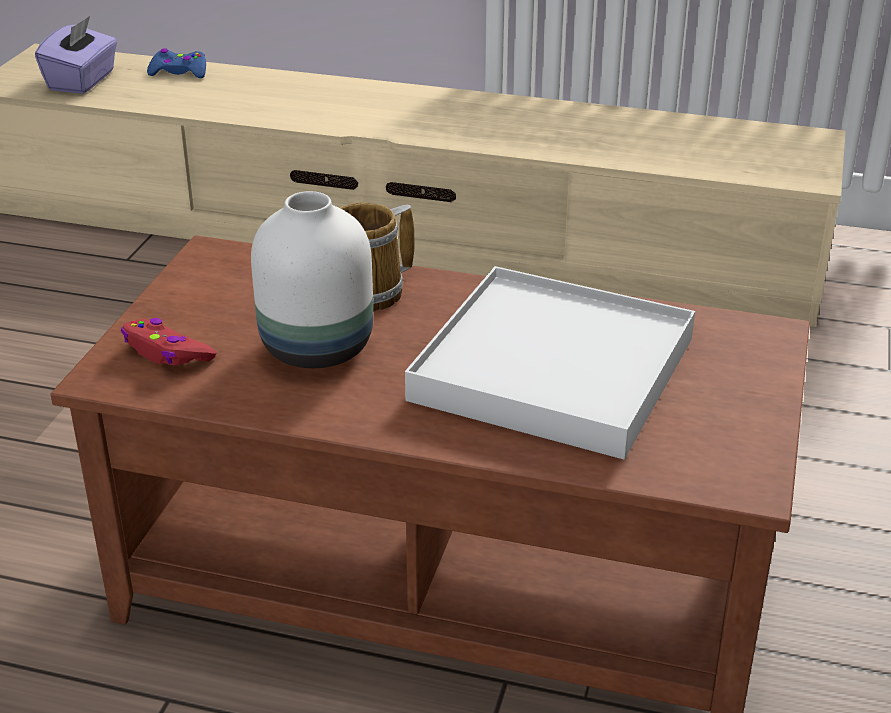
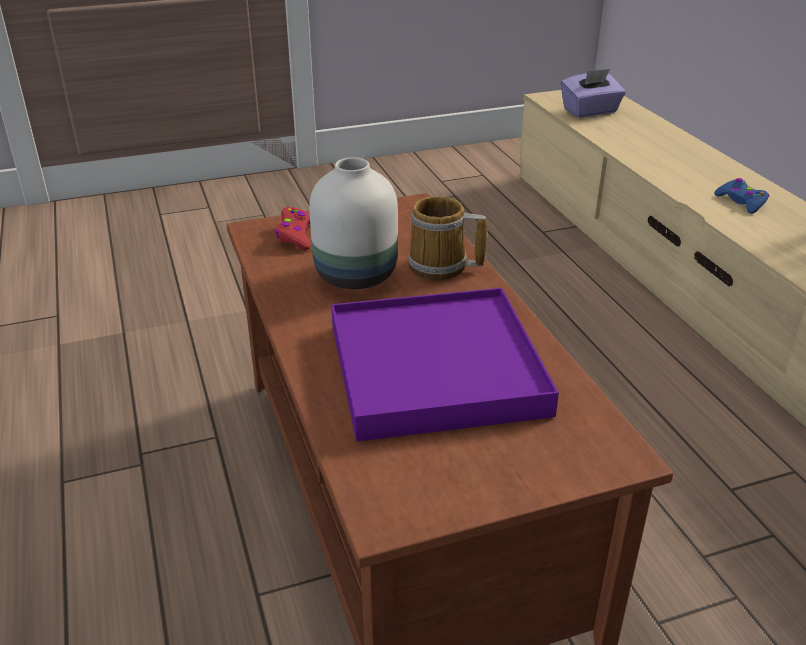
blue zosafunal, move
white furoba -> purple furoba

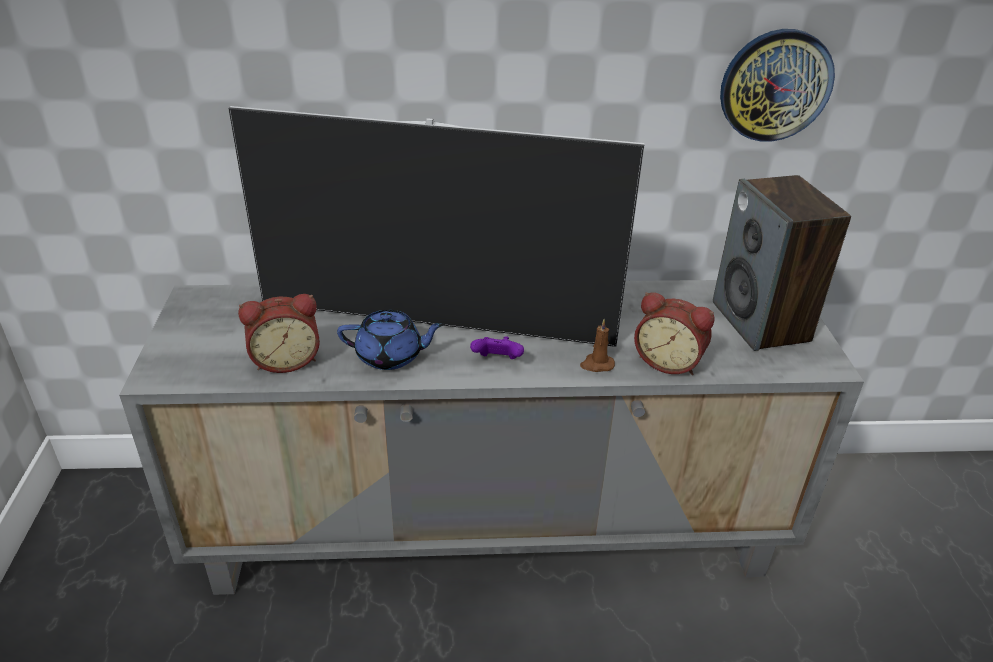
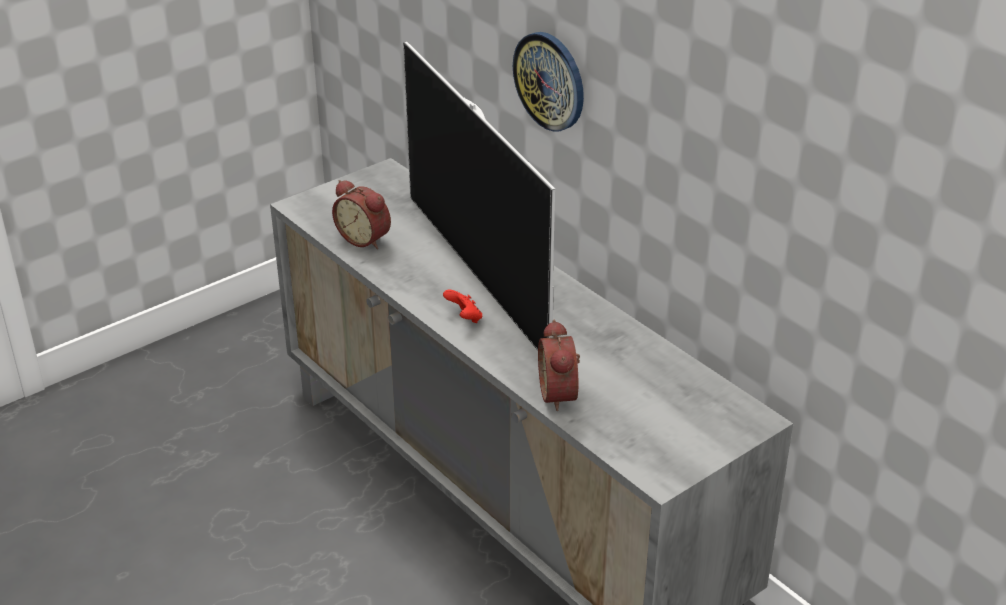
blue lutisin -> none
purple zosafunal -> red zosafunal
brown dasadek -> none
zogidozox -> none
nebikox, move

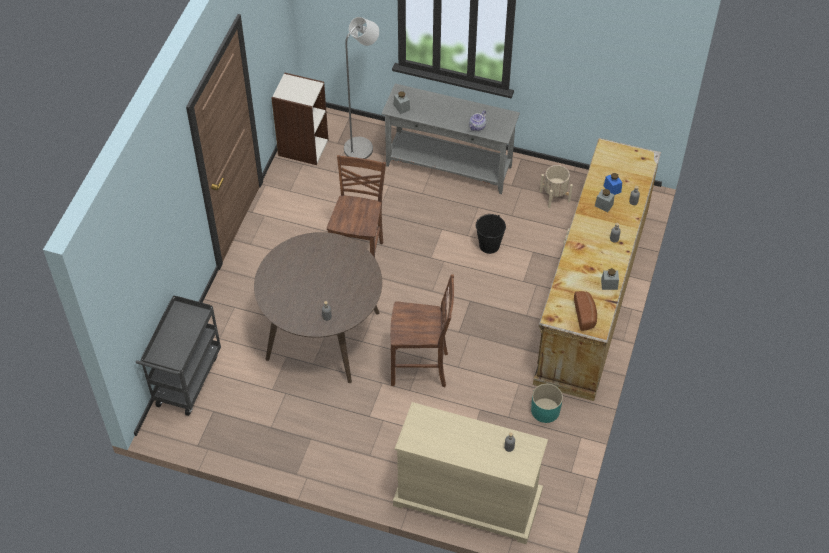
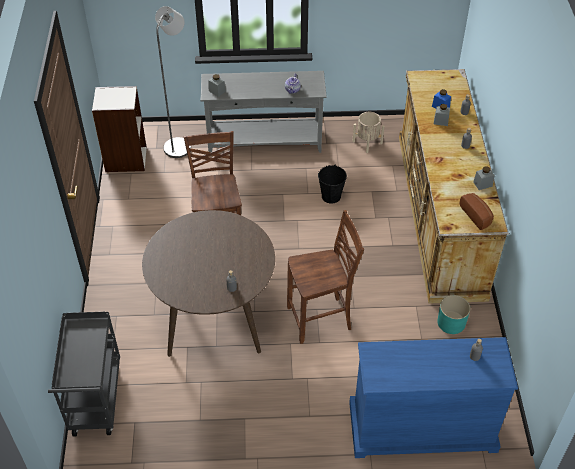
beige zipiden -> blue zipiden

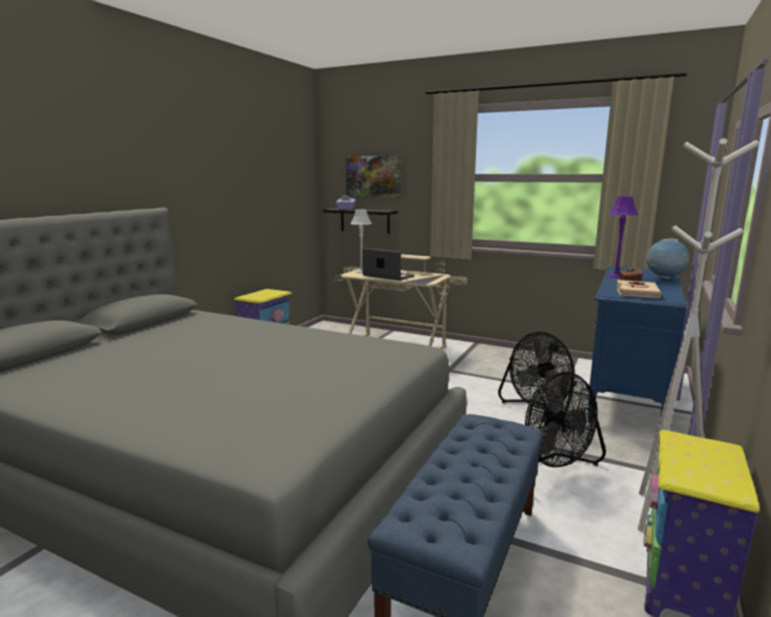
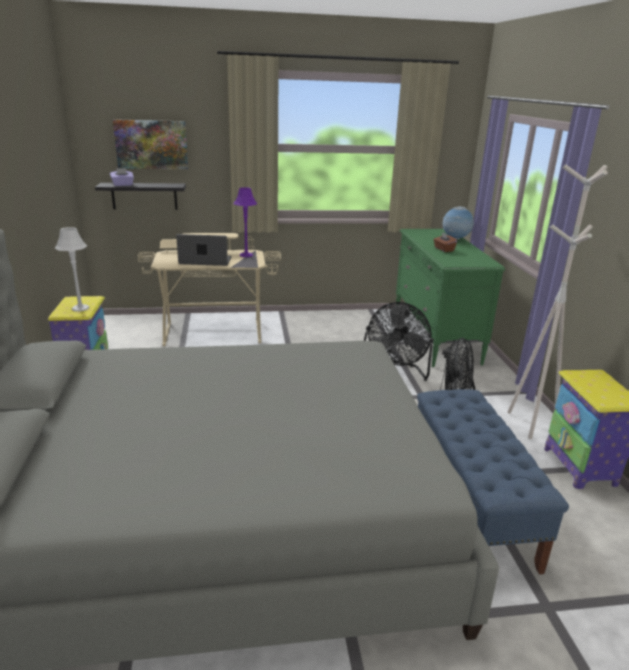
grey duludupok, move
blue zipiden -> green zipiden
purple duludupok, move
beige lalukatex -> none

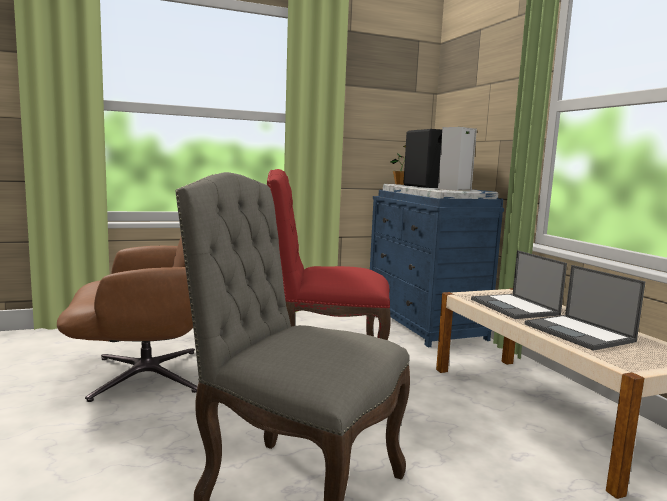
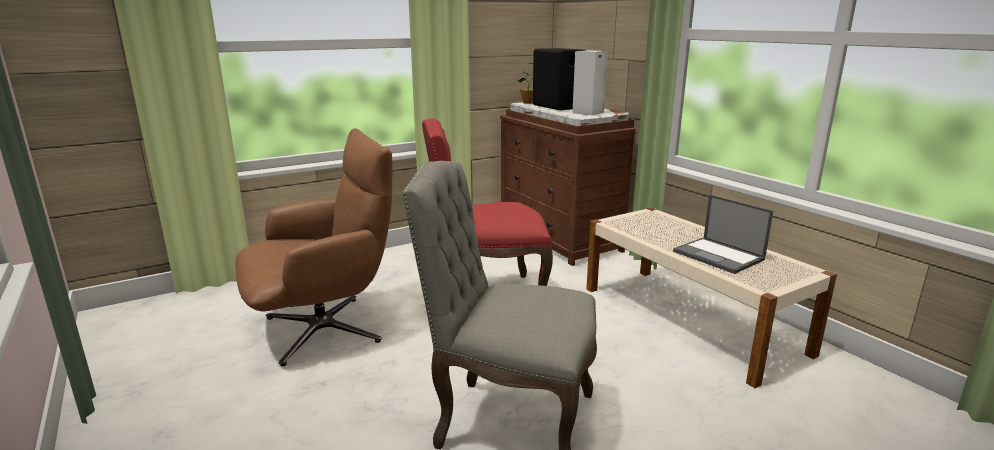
blue zipiden -> brown zipiden
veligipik (1st from left) -> none

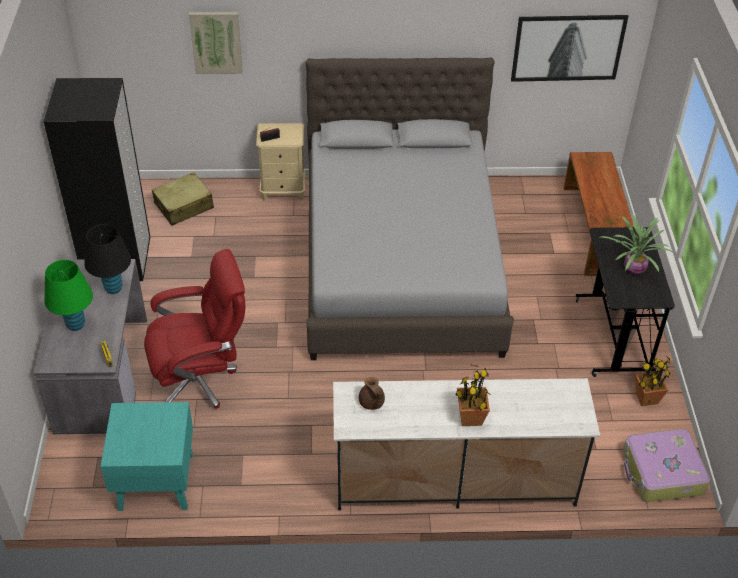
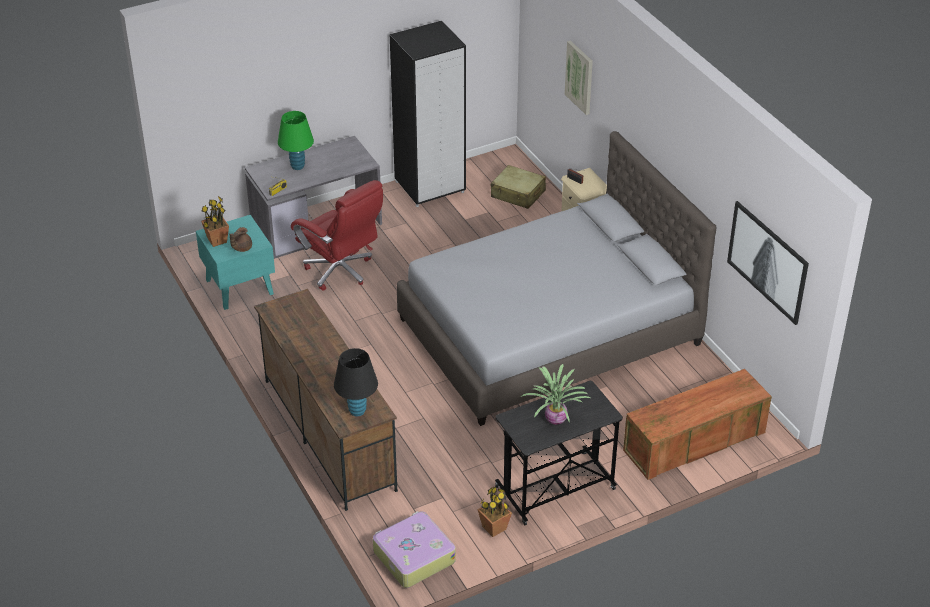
black duludupok, move
white zipiden -> brown zipiden
brown lutisin, move
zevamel (1st from left), move

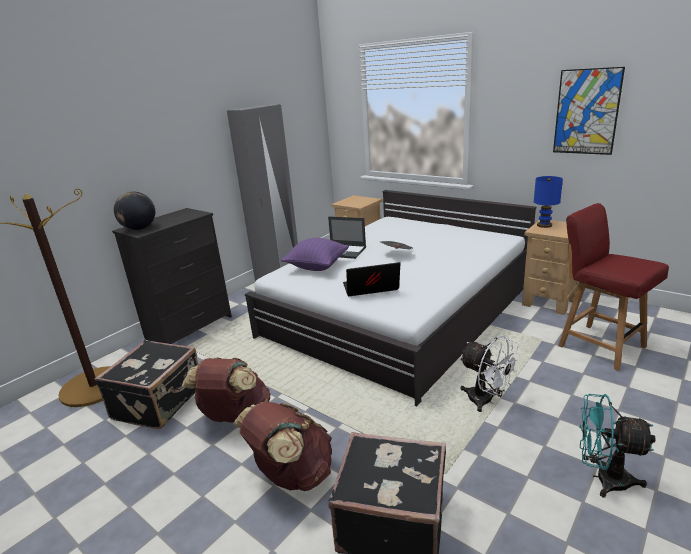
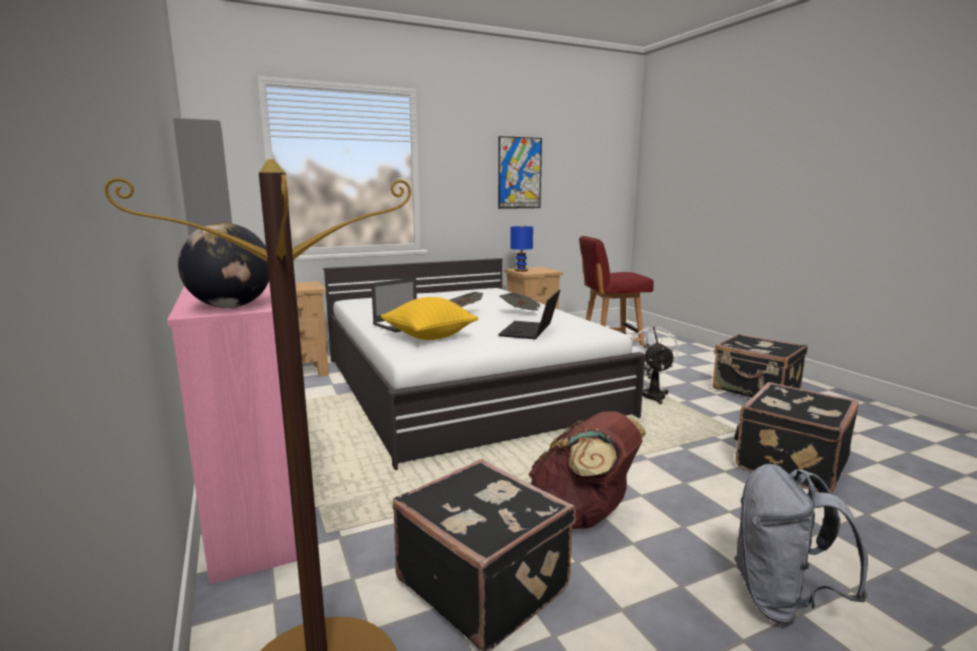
black zipiden -> pink zipiden
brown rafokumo (2nd from left) -> none
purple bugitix -> yellow bugitix
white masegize, 75 degrees counterclockwise
turquoise masegize -> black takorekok (2nd from left)
none -> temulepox (2nd from left)
none -> grey rafokumo

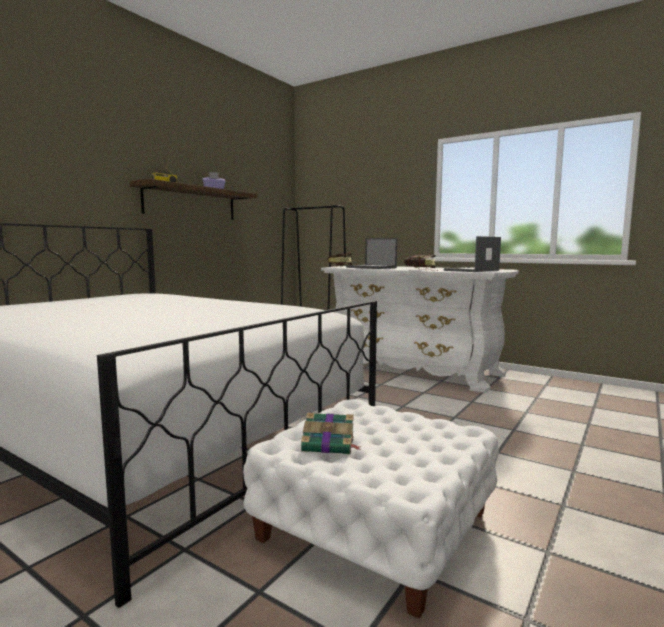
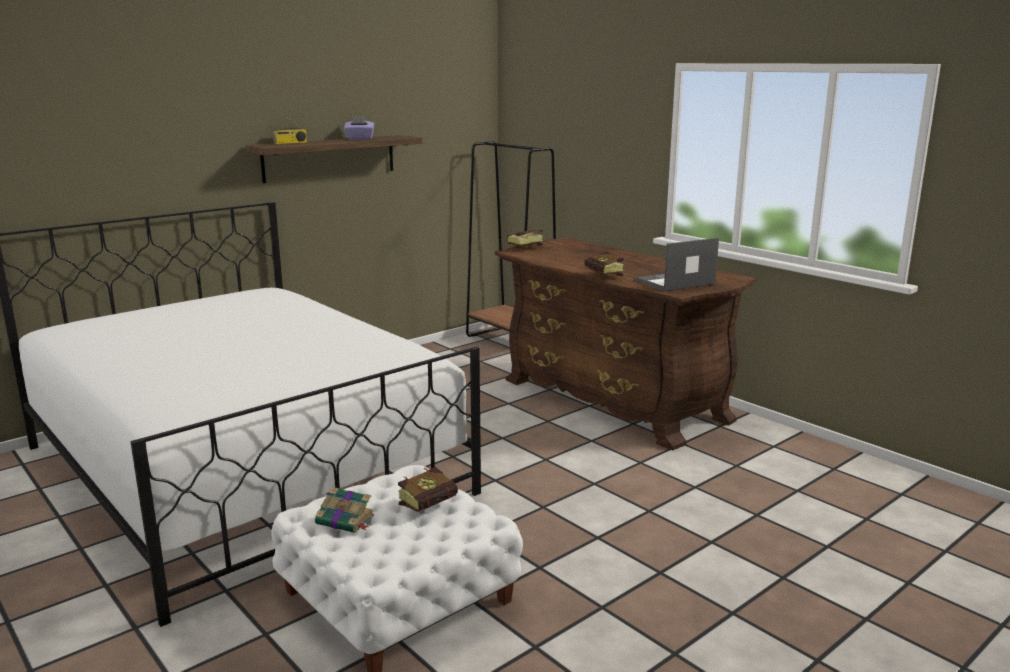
white zipiden -> brown zipiden
veligipik (1st from left) -> none
none -> lalukatex (2nd from left)

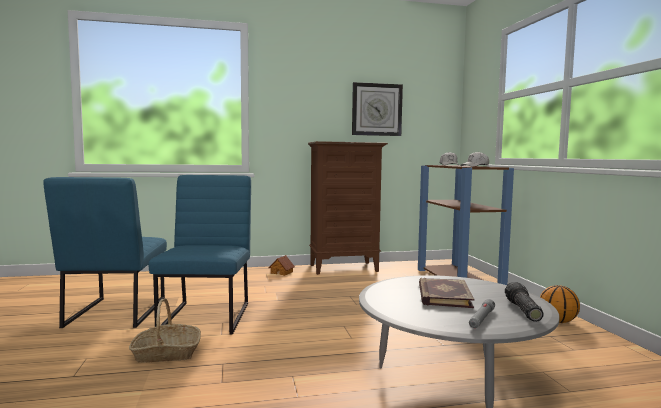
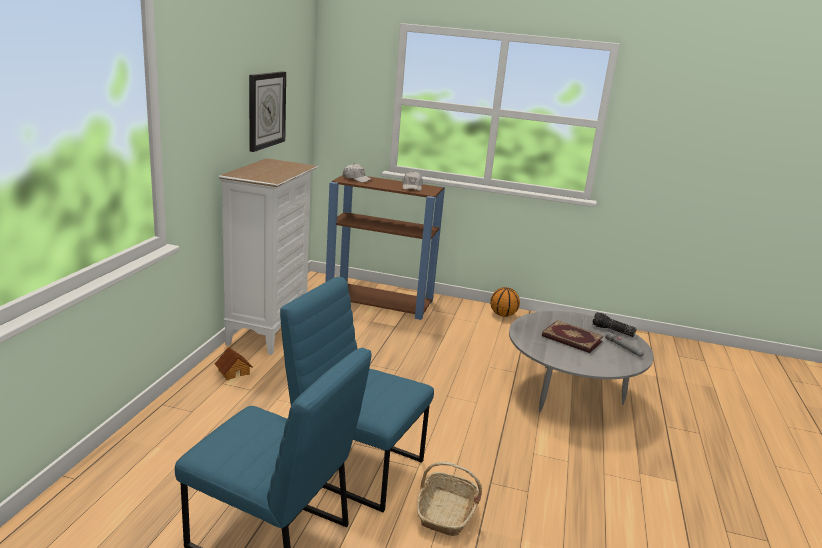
brown zipiden -> white zipiden

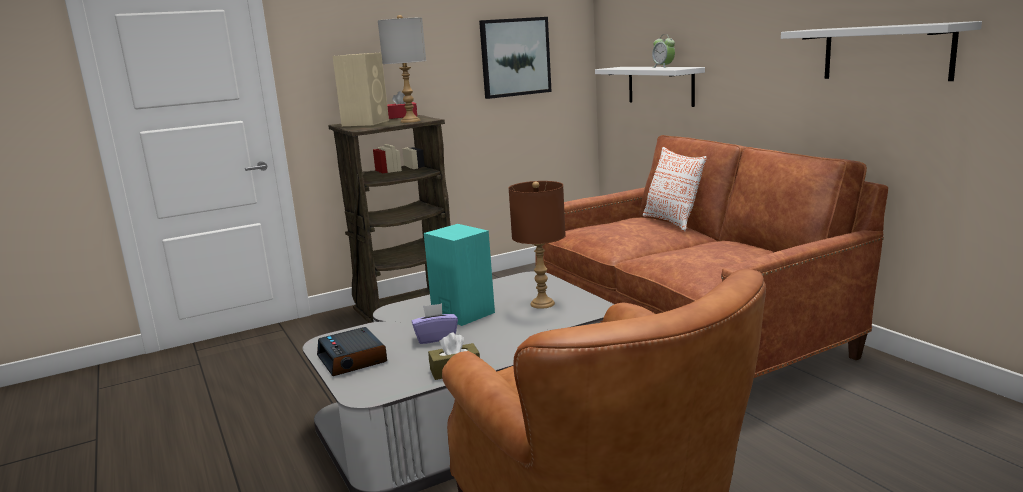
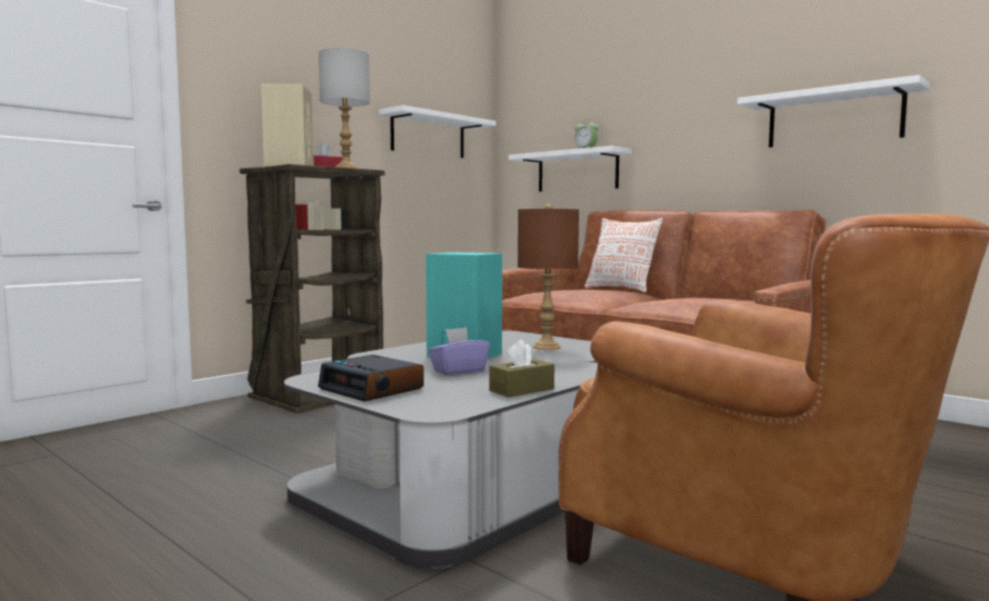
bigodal -> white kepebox (1st from left)

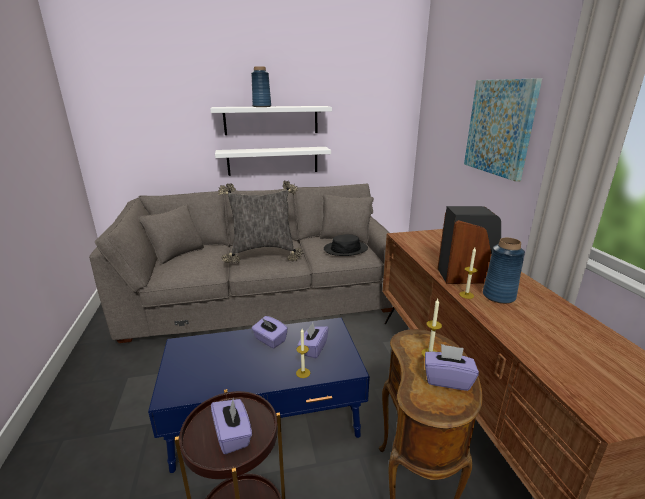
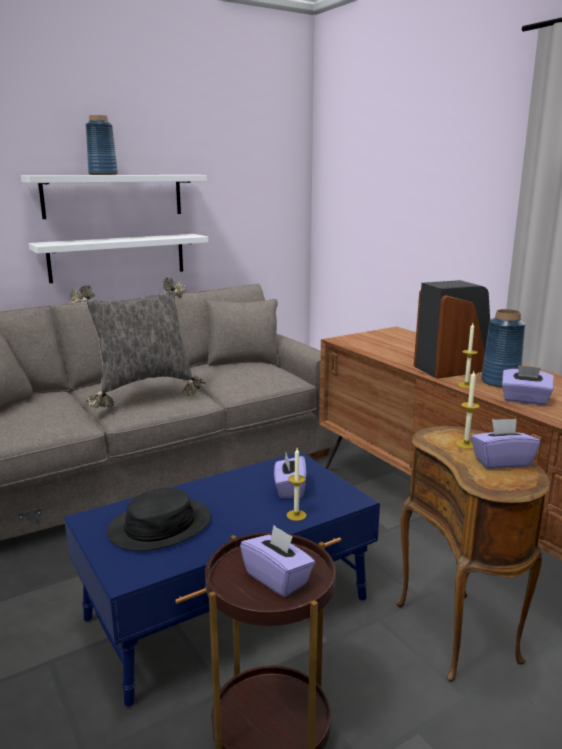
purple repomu (2nd from left in the first image) -> purple repomu (4th from left), move
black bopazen, move
bigodal -> none

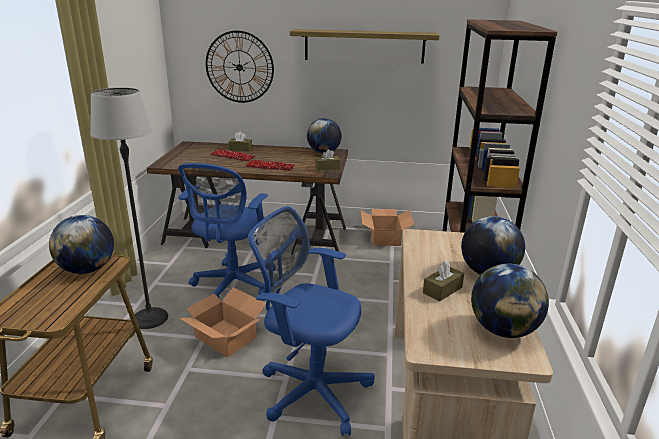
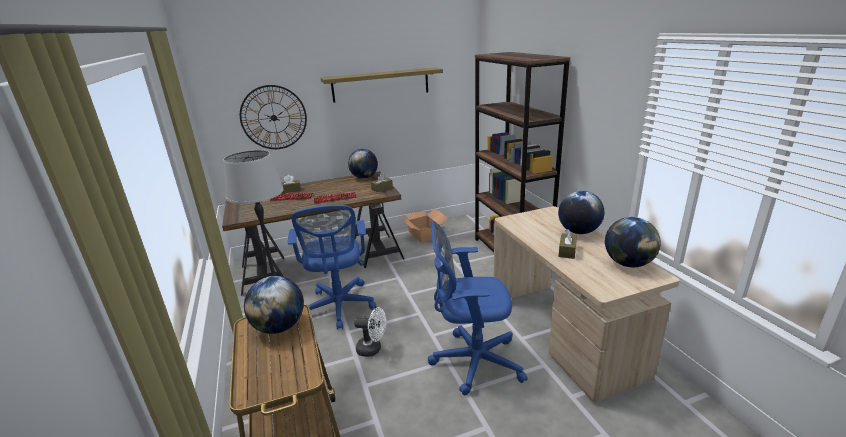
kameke (1st from left) -> white masegize

